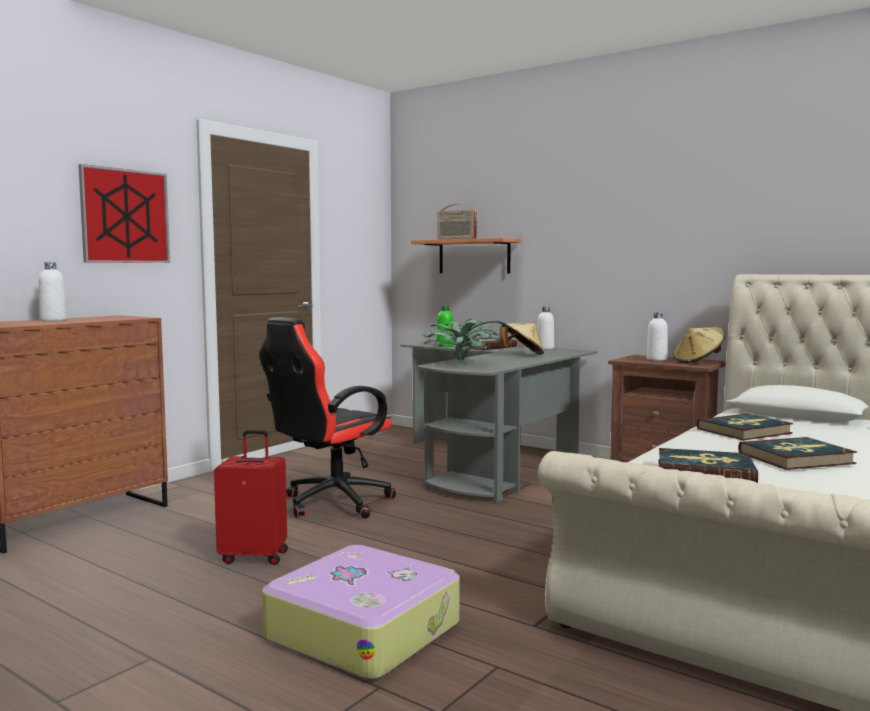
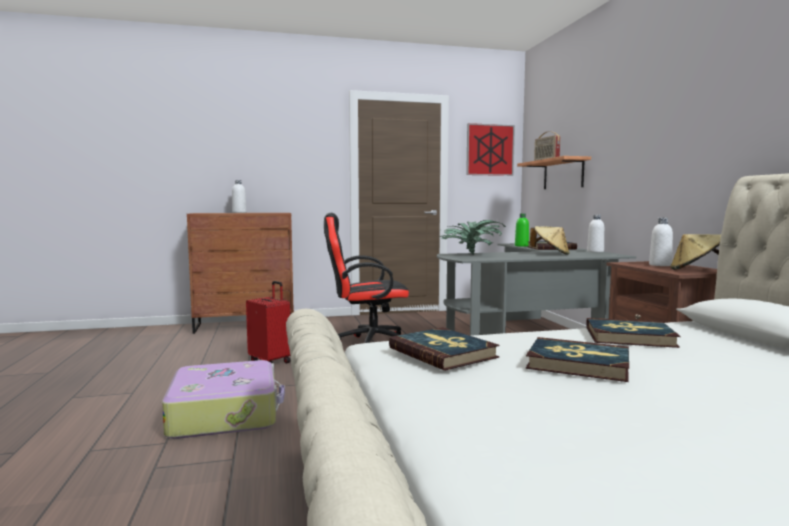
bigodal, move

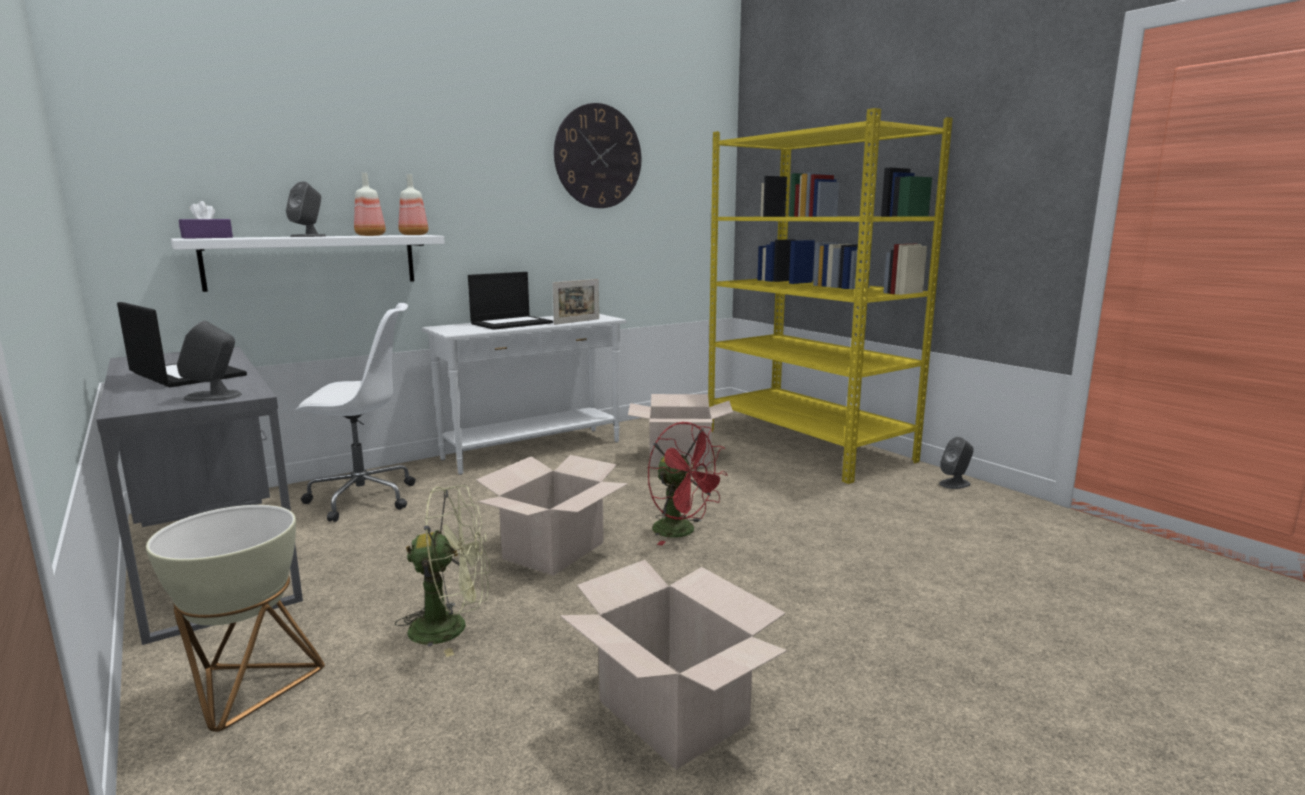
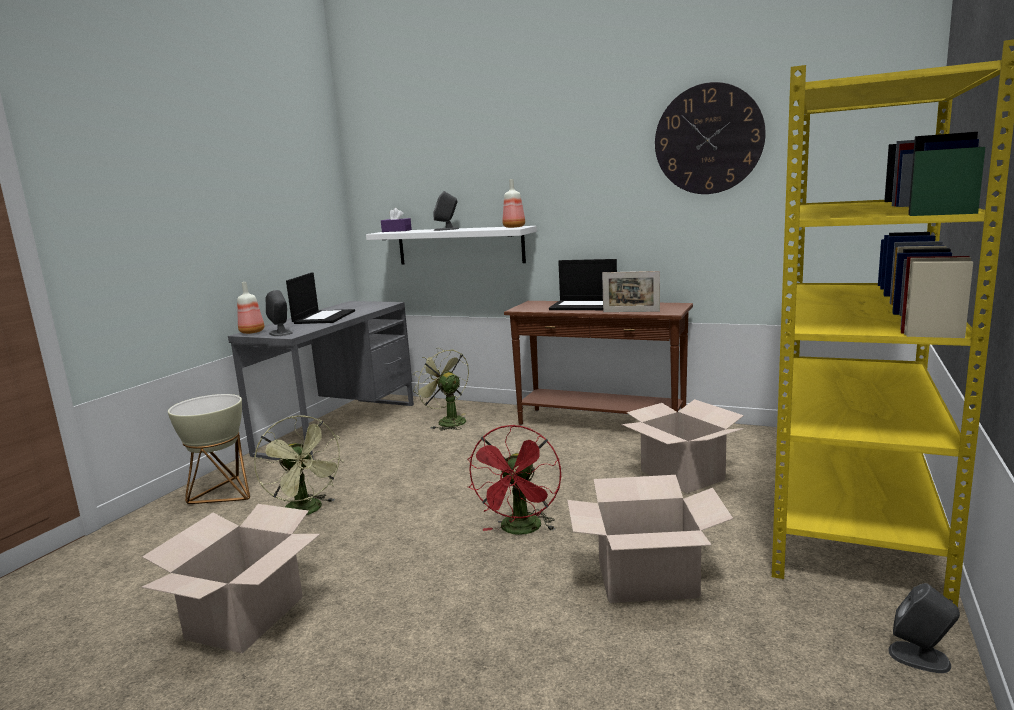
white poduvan -> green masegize (2nd from left)
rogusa (1st from left), move
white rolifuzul -> brown rolifuzul
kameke (1st from left in the first image) -> kameke (2nd from left), move

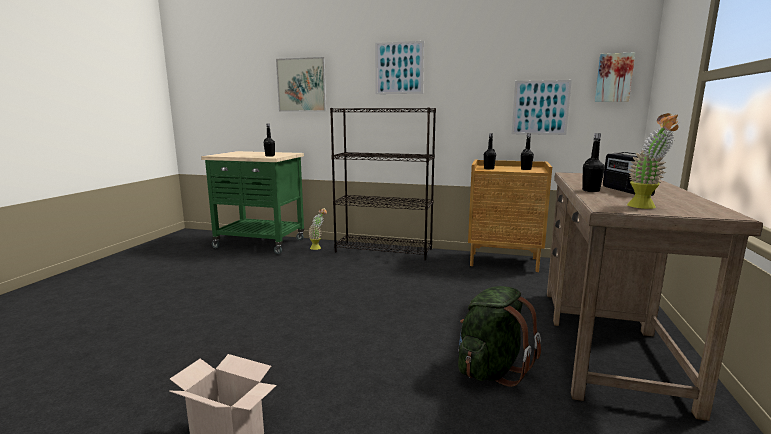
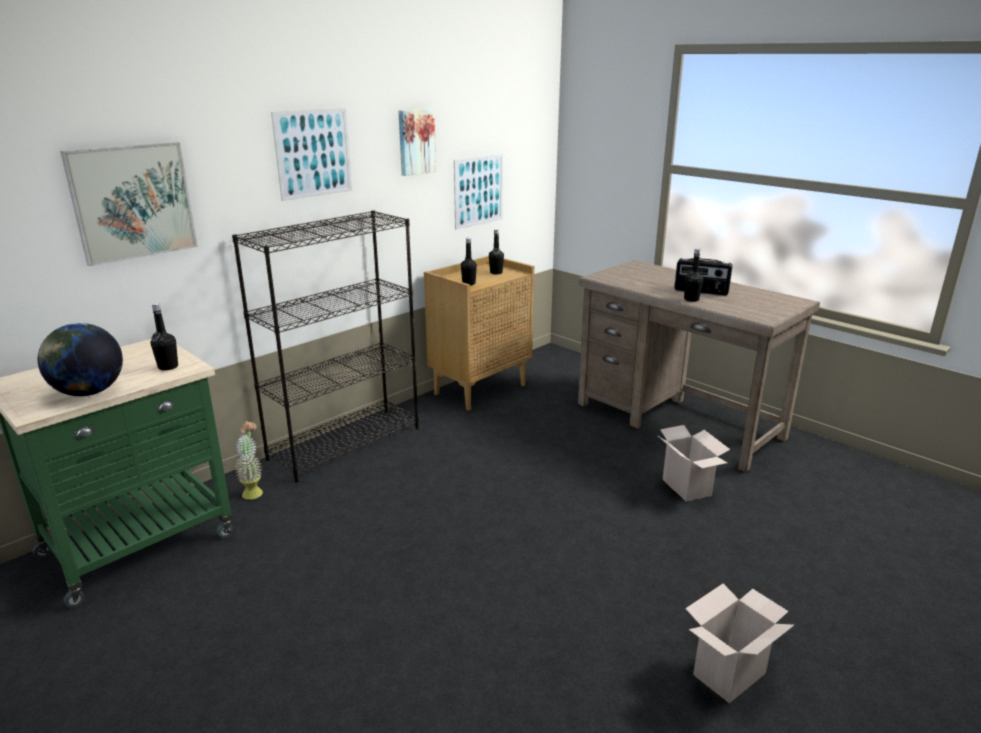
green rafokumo -> kameke (1st from left)
bigodal (4th from left in the first image) -> bigodal (3rd from left), move
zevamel (2nd from left) -> none
none -> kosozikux

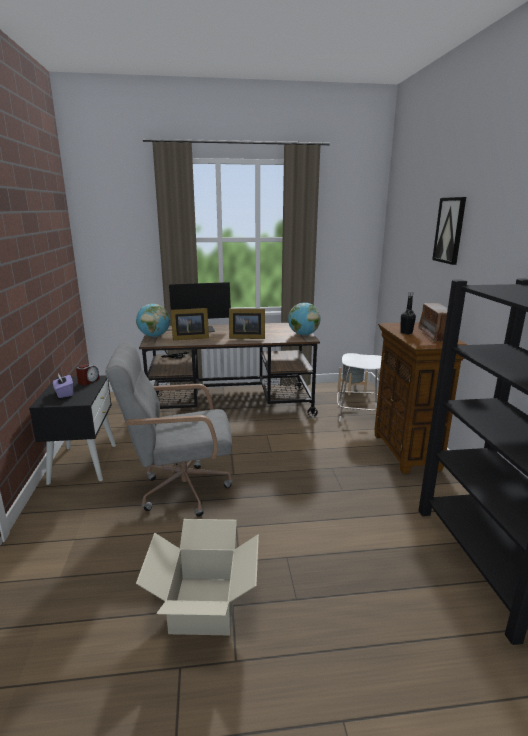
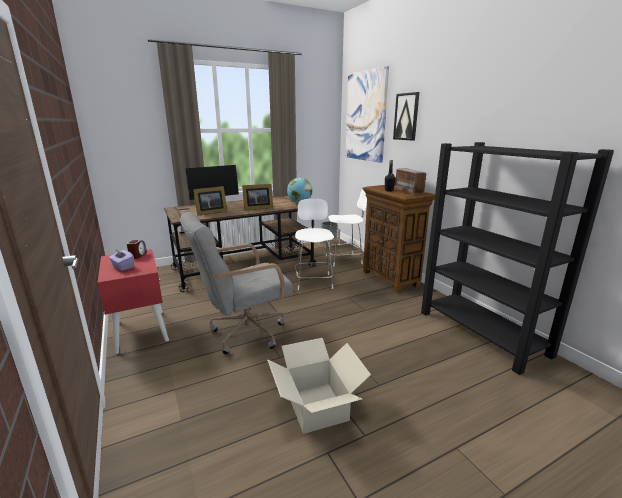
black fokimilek -> red fokimilek
kosozikux (1st from left) -> none
none -> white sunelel (1st from left)
none -> bigodal (1st from left)

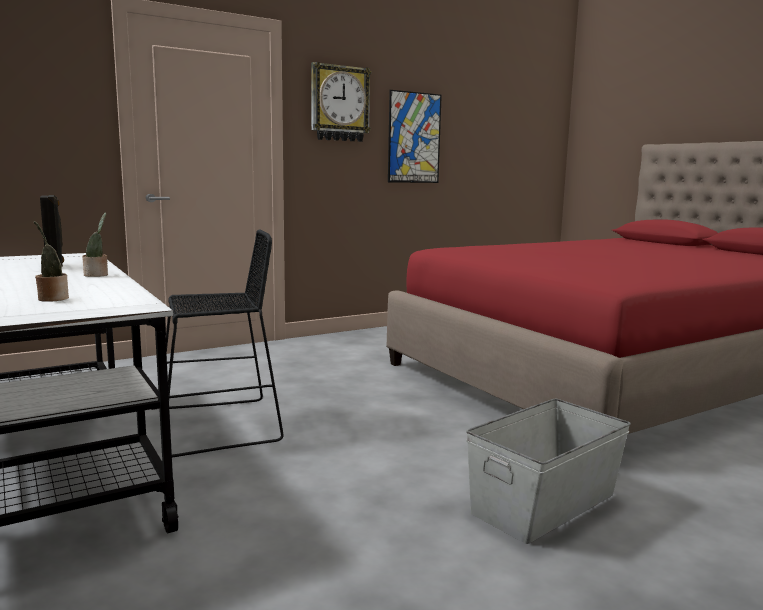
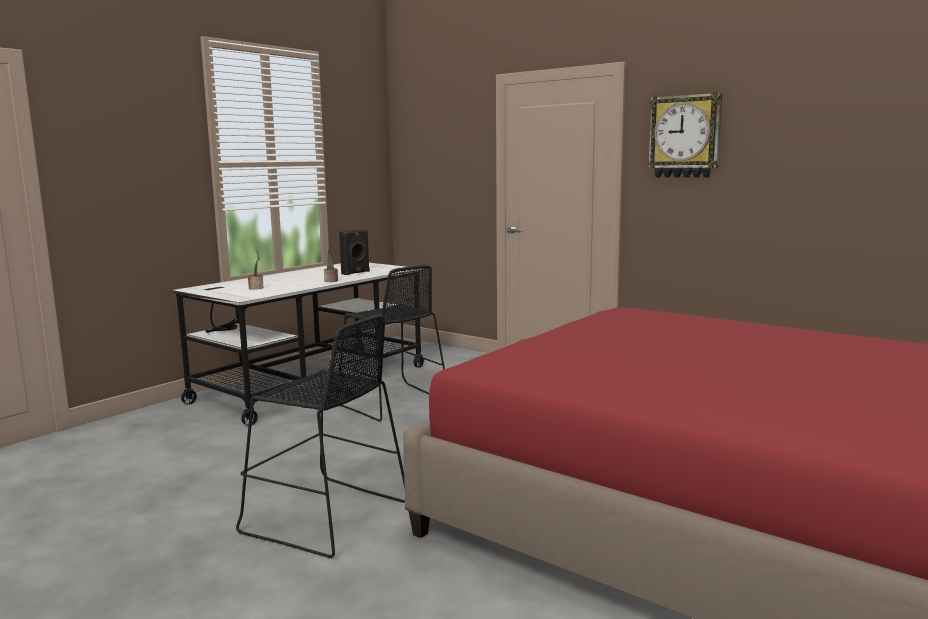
bigodal -> none
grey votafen -> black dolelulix (1st from left)

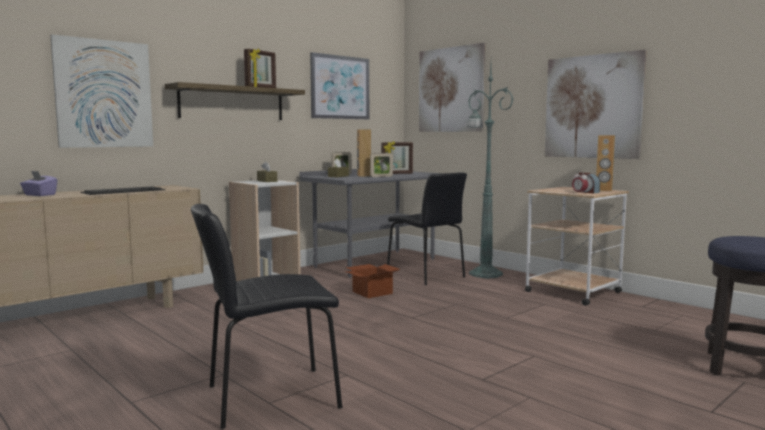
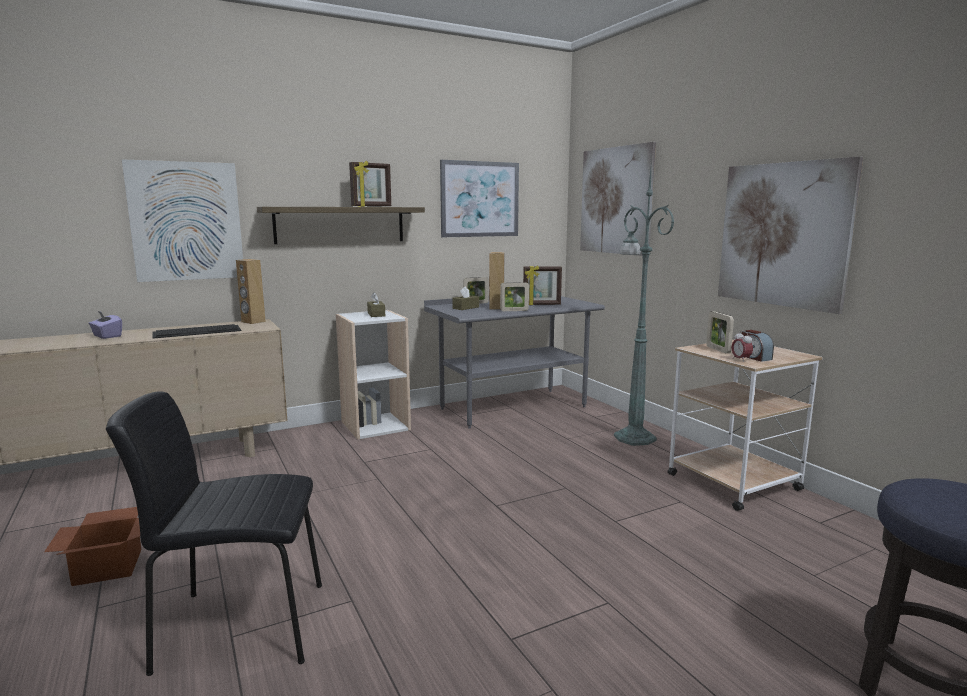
kameke, move
black sunelel (2nd from left) -> none
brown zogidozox (2nd from left in the first image) -> brown zogidozox (1st from left), move
none -> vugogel (5th from left)

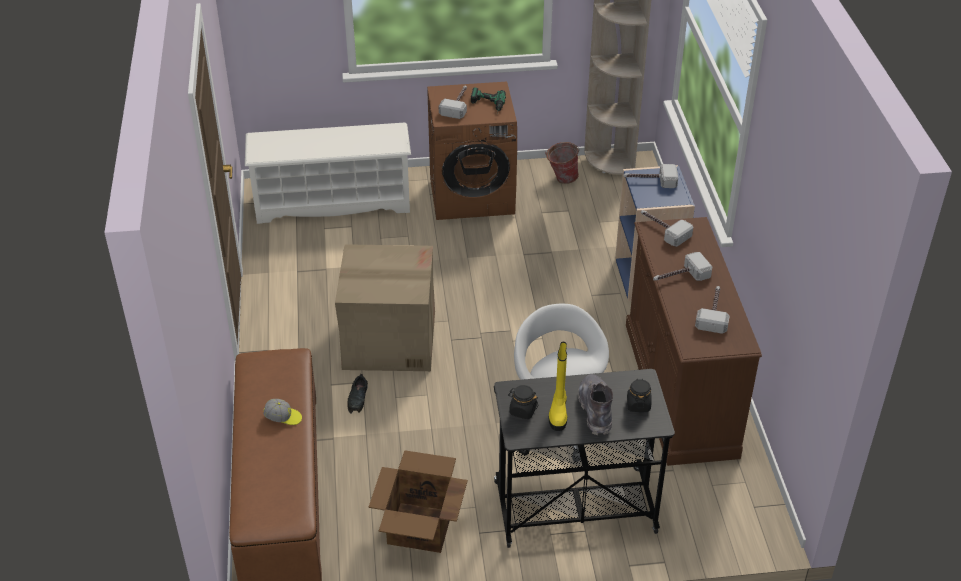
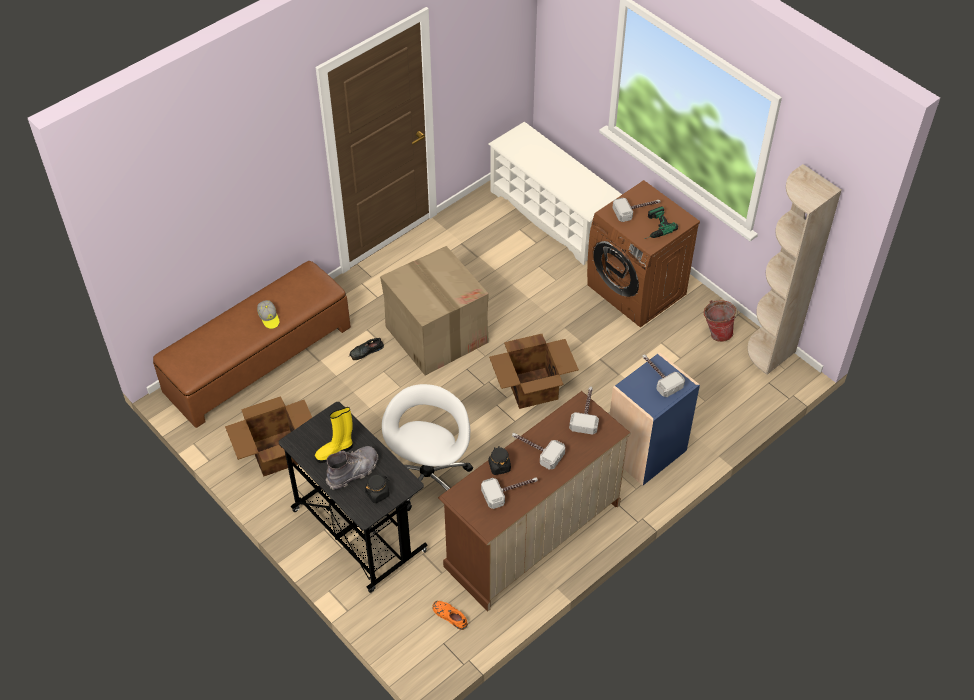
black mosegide (1st from left in the first image) -> black mosegide (2nd from left), move
none -> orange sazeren
none -> kameke (3rd from left)

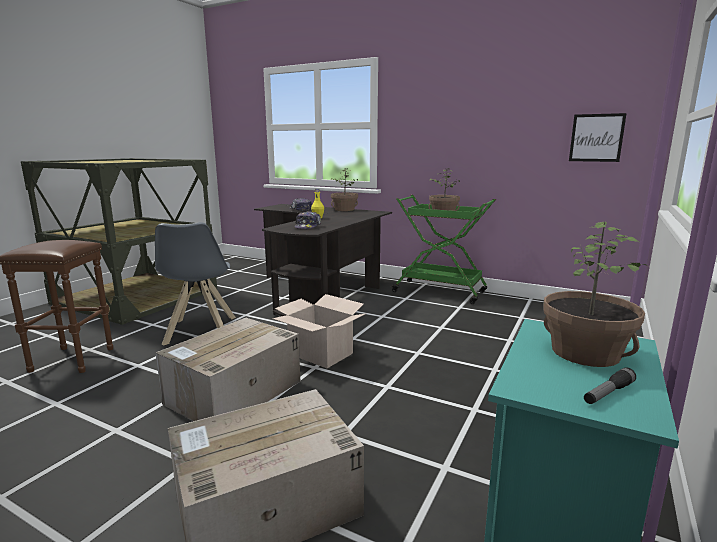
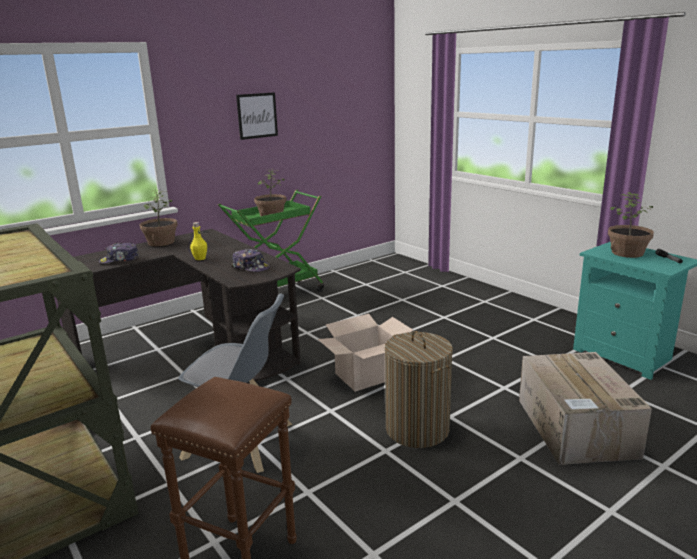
kameke (1st from left) -> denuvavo
bigodal, move

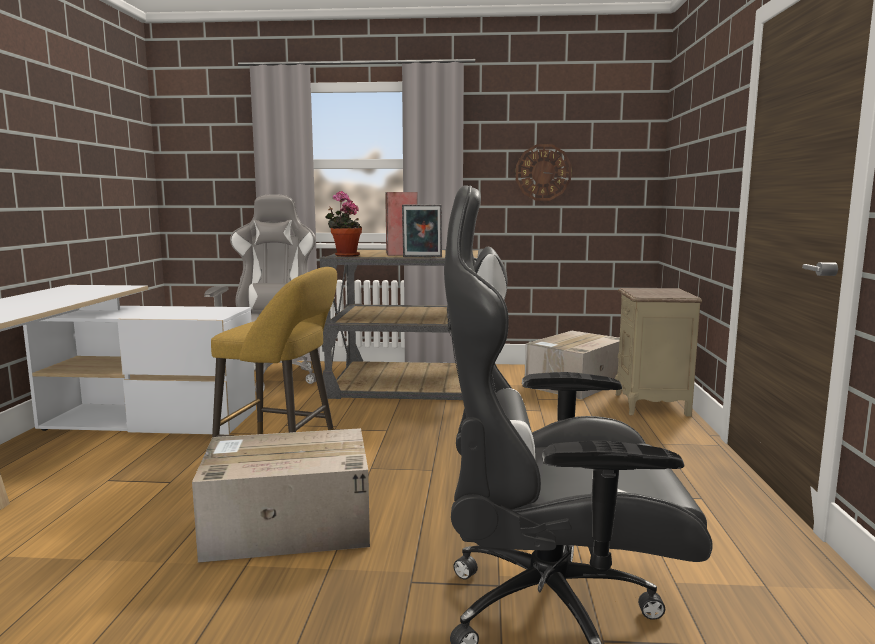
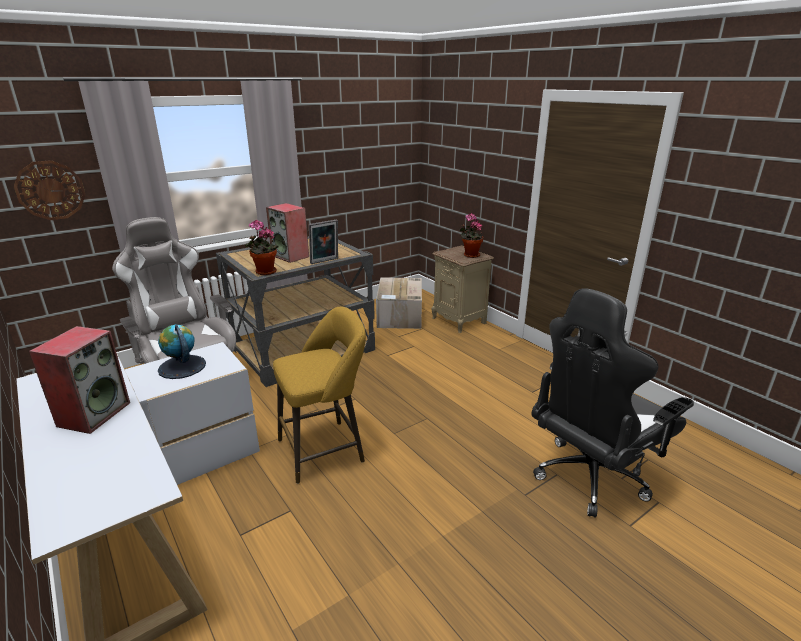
kameke (1st from left) -> none
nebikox, move
none -> zogidozox (1st from left)
none -> kosozikux
none -> zevamel (2nd from left)

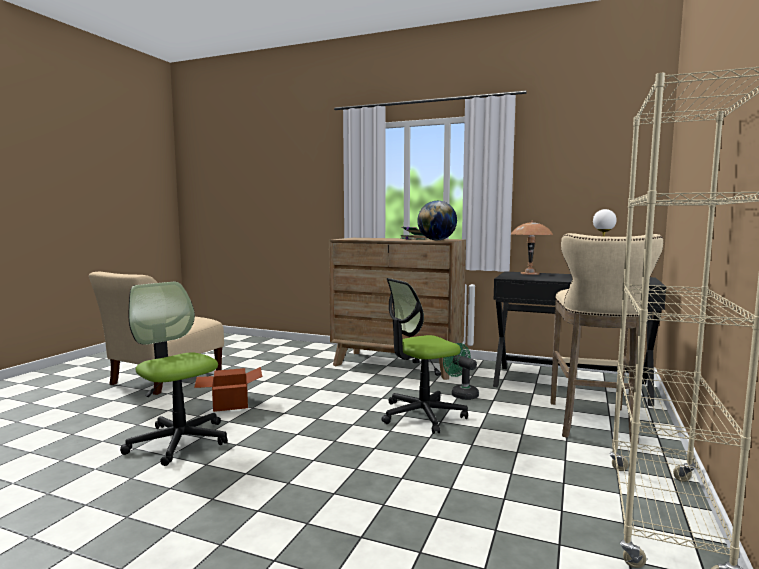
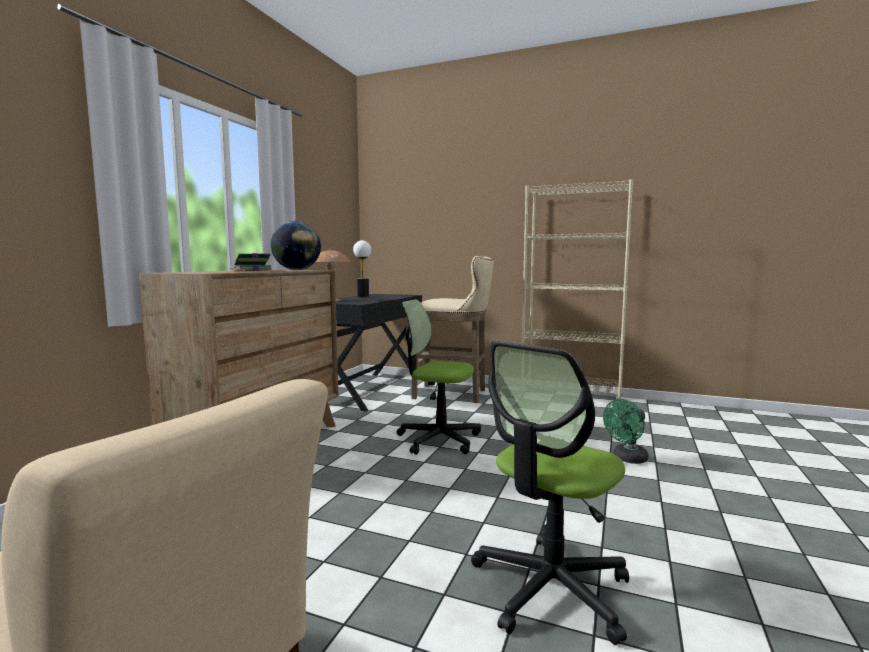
kameke -> none
poduvan (2nd from left in the first image) -> poduvan (1st from left), 135 degrees clockwise
green masegize, move

